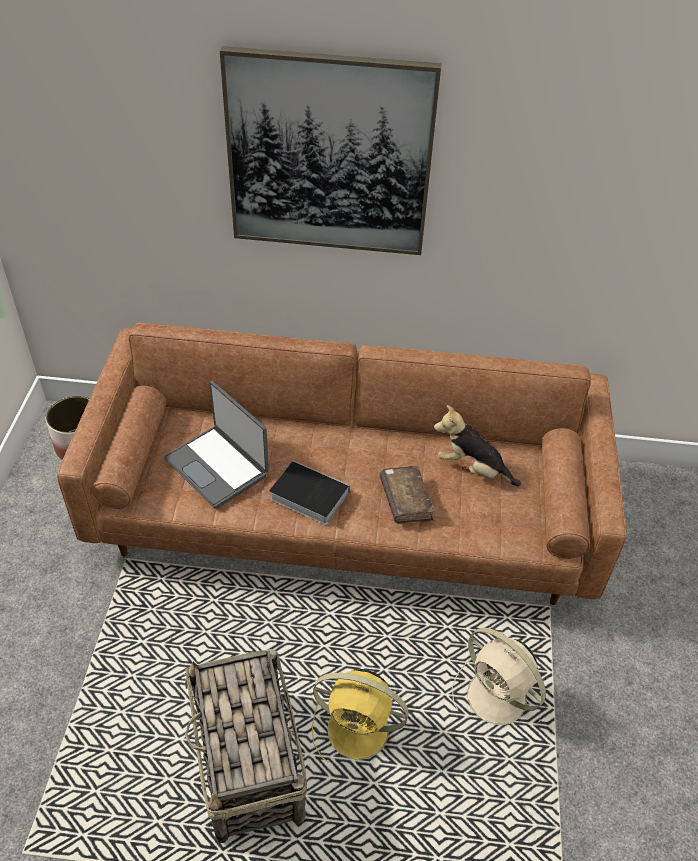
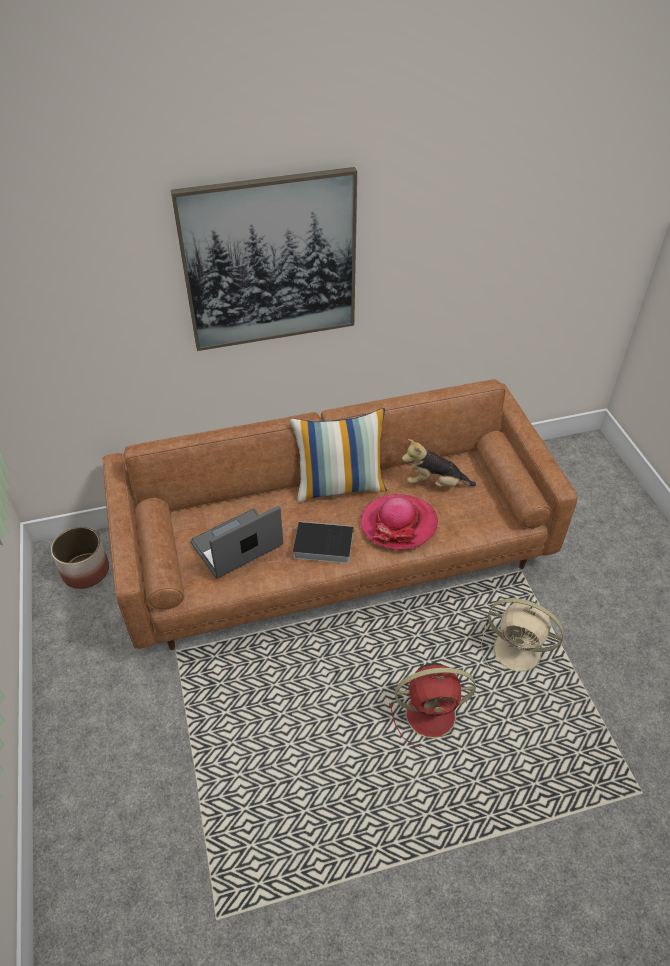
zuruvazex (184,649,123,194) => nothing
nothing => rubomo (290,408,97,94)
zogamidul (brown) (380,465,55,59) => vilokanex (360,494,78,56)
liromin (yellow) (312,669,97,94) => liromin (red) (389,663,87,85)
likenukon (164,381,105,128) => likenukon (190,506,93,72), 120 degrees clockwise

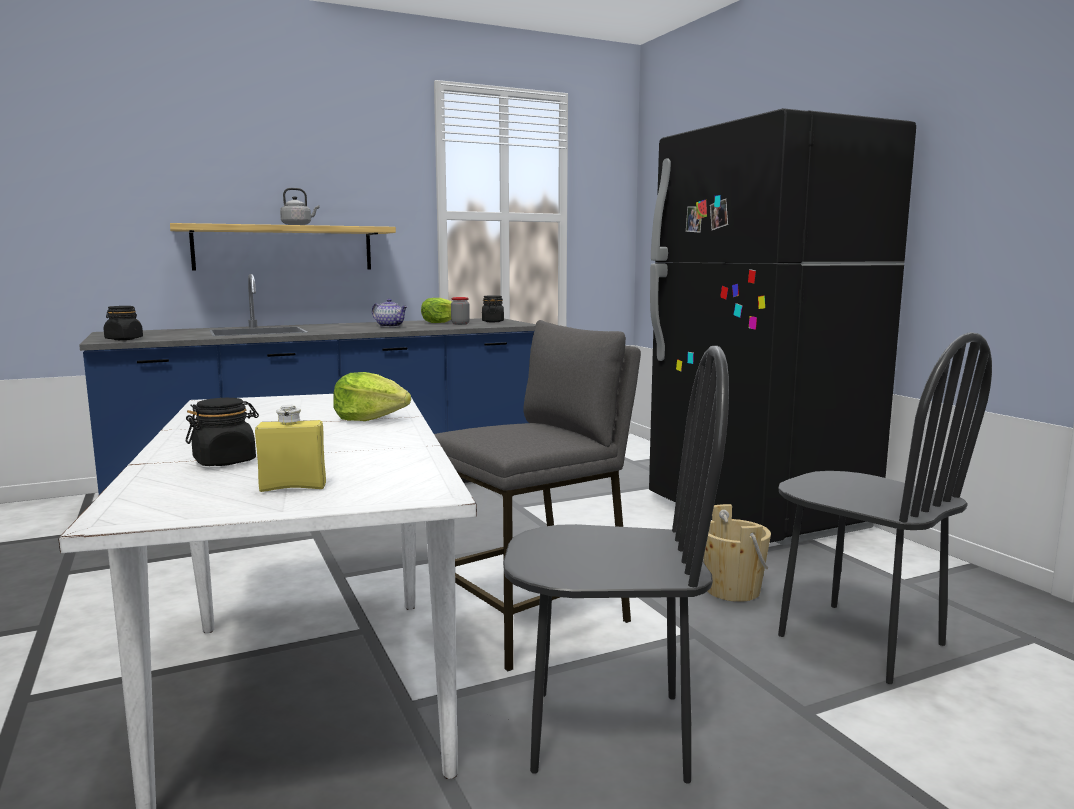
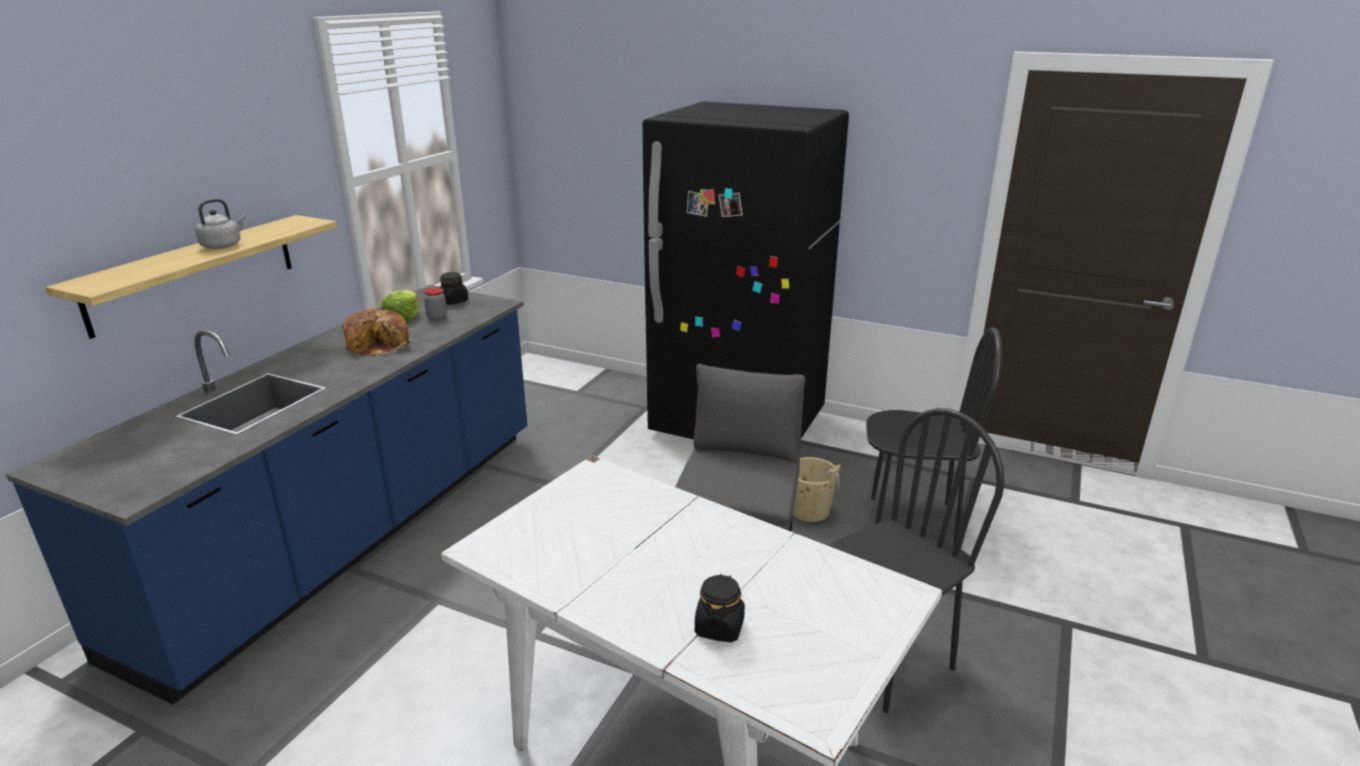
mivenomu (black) (103,306,40,34) => nothing
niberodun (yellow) (255,405,71,87) => nothing
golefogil (333,372,78,49) => nothing
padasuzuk (372,299,35,28) => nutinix (342,308,68,49)

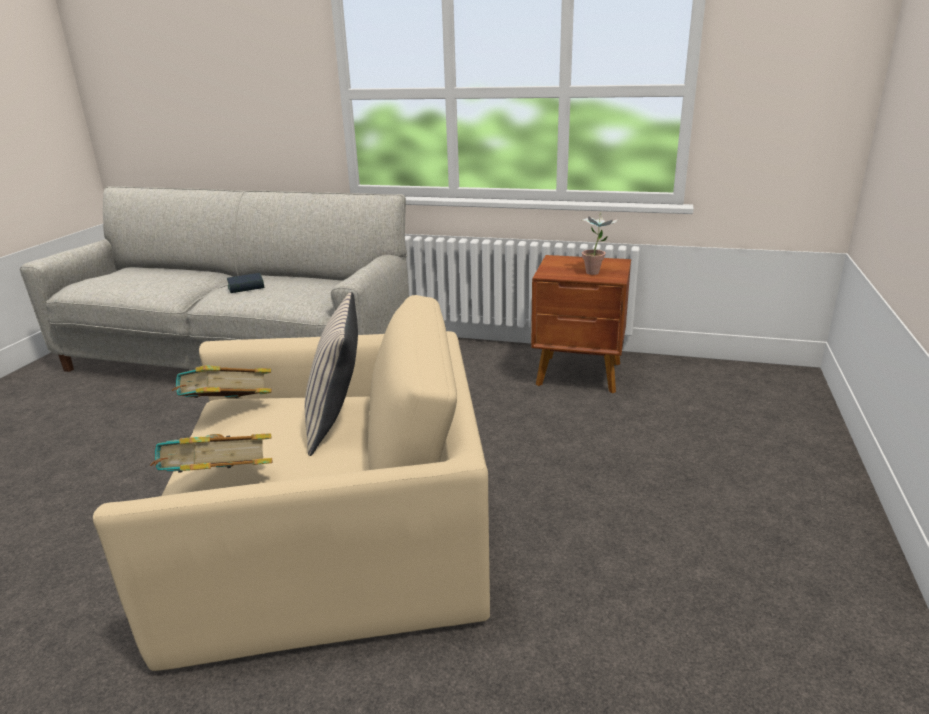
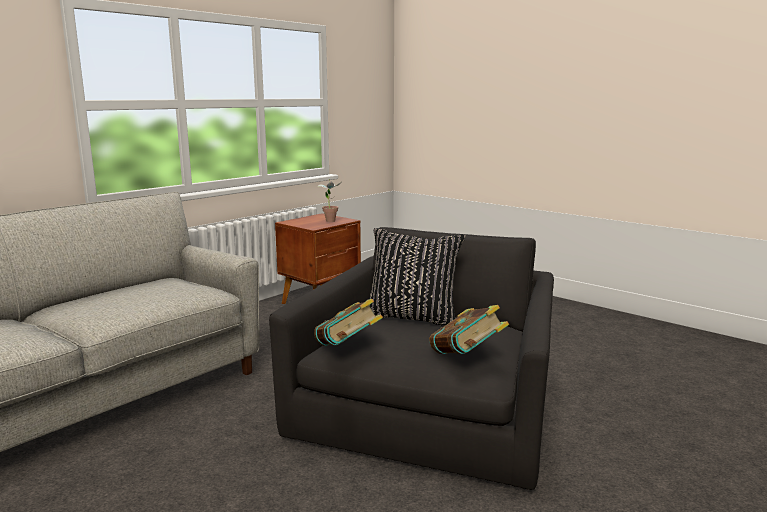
zogamidul (227,273,37,20) => nothing
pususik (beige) (93,295,397,376) => pususik (black) (269,227,285,263)
rubomo (beige) (305,292,53,164) => rubomo (black) (369,228,97,98)

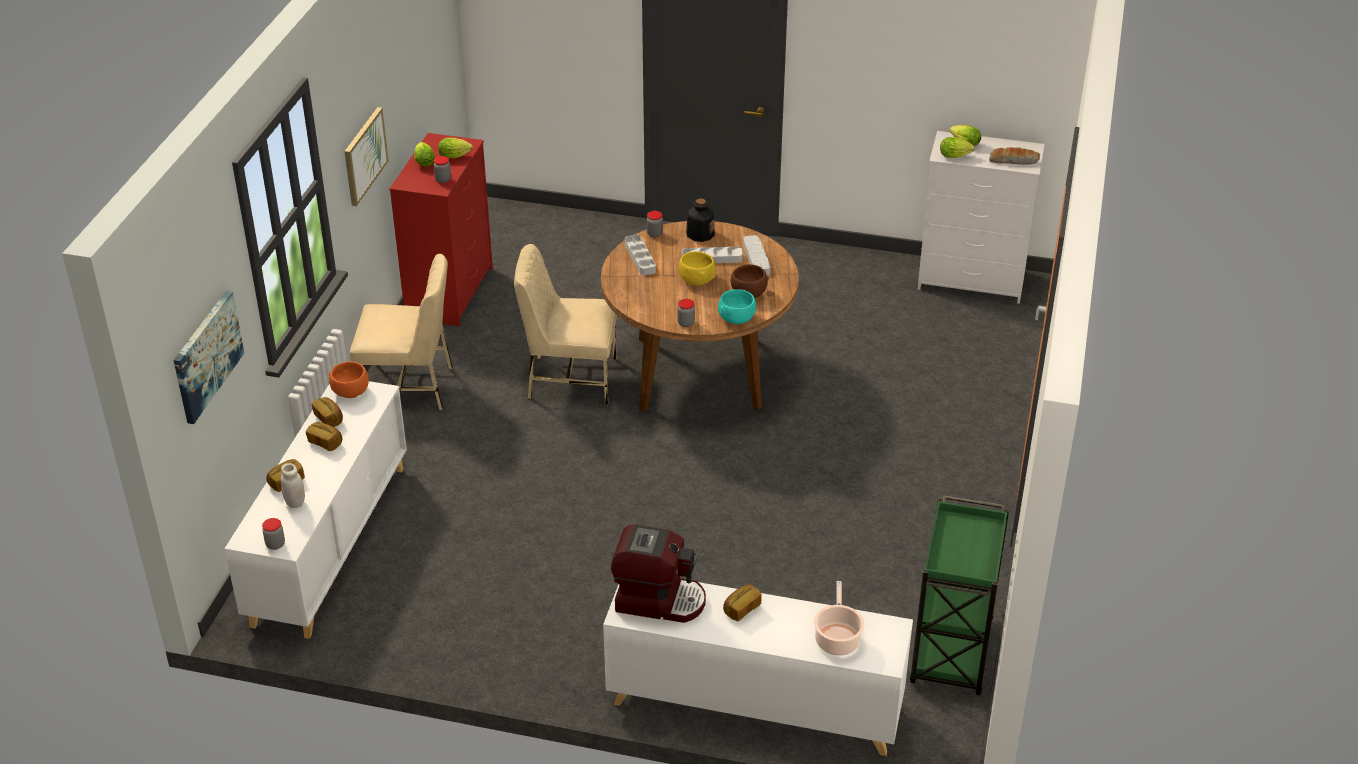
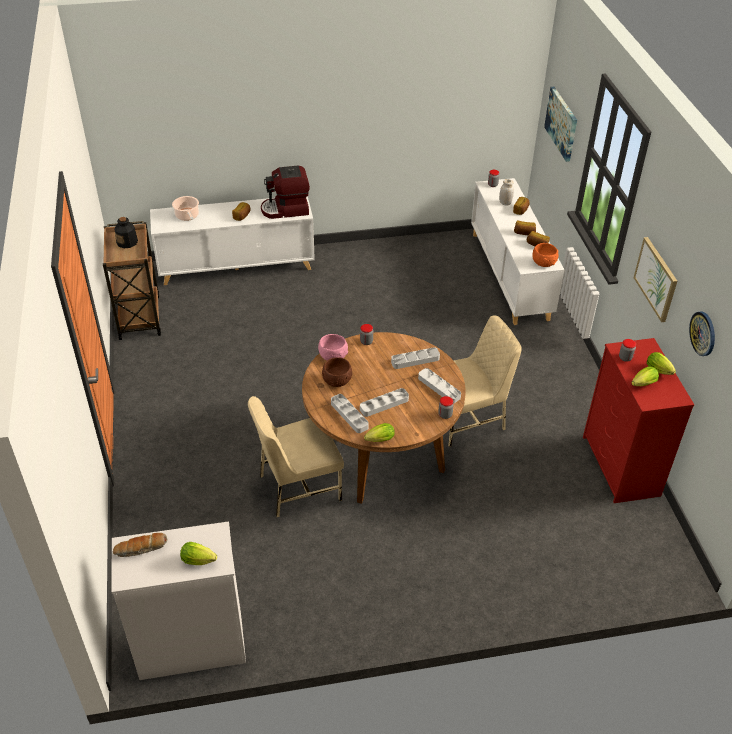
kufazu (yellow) (679,251,37,34) => nothing
nothing => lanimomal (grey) (391,348,49,21)
nothing => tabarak (689,312,26,44)
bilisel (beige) (350,254,103,156) => bilisel (beige) (248,396,96,121), move
niberodun (686,198,29,44) => niberodun (114,217,24,31), move
golefogil (940,137,35,21) => golefogil (364,423,31,19), move
kufazu (turquoise) (718,289,38,35) => kufazu (pink) (318,334,30,27)
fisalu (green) (910,495,99,200) => fisalu (brown) (103,221,58,119)

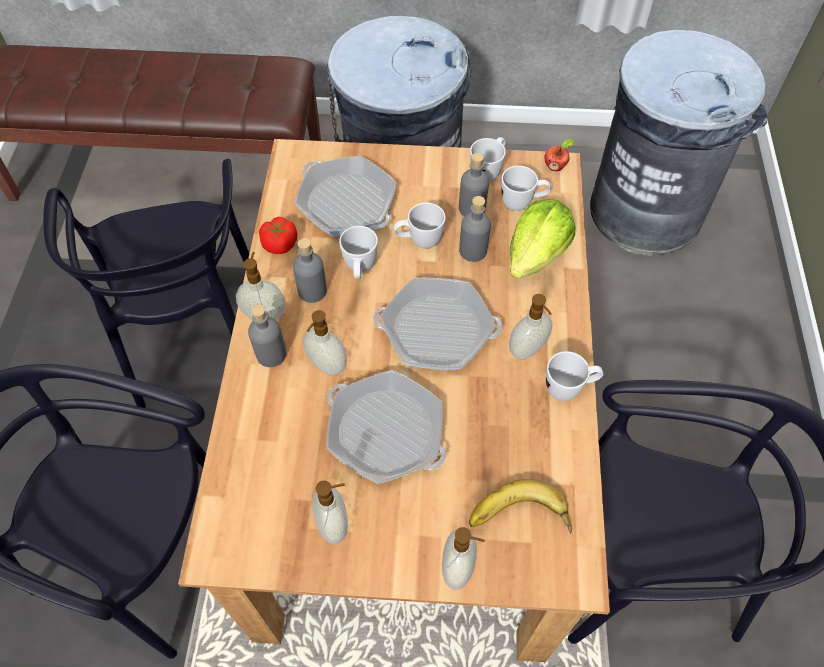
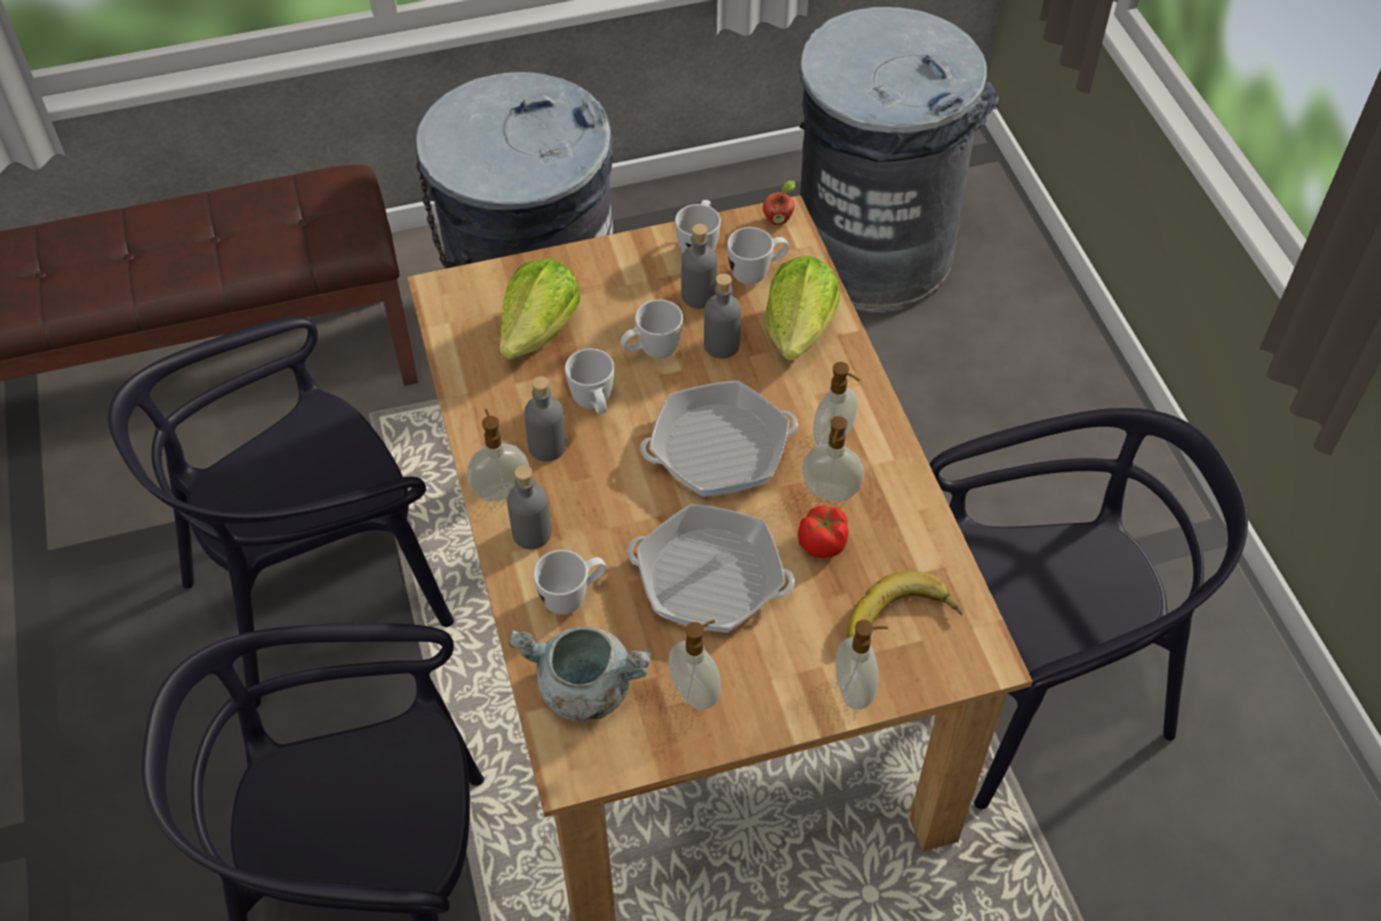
nothing => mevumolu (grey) (508,627,143,95)
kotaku (259,217,38,37) => kotaku (798,505,50,53), move
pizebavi (303,310,44,66) => pizebavi (802,416,62,86), move
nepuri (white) (546,351,57,50) => nepuri (white) (533,550,73,65), move
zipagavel (294,156,102,81) => golefogil (499,259,82,100)
bilisel (black) (43,159,206,249) => bilisel (black) (108,316,346,392), 90 degrees clockwise

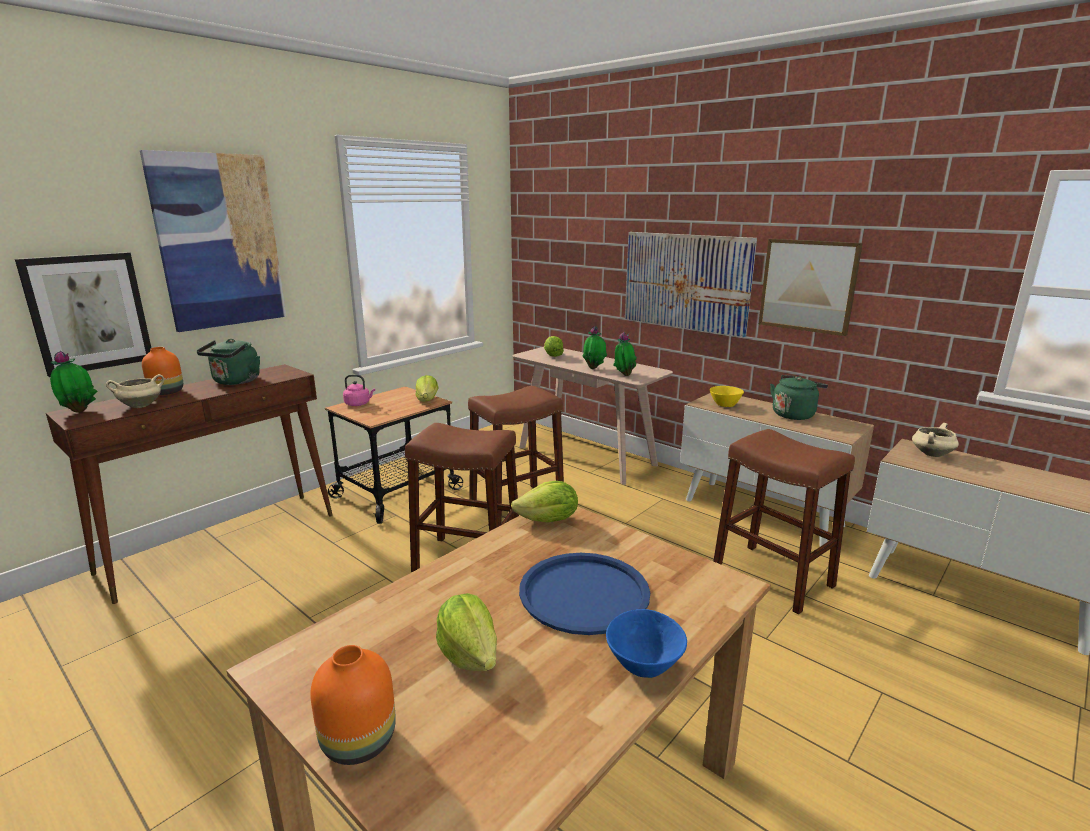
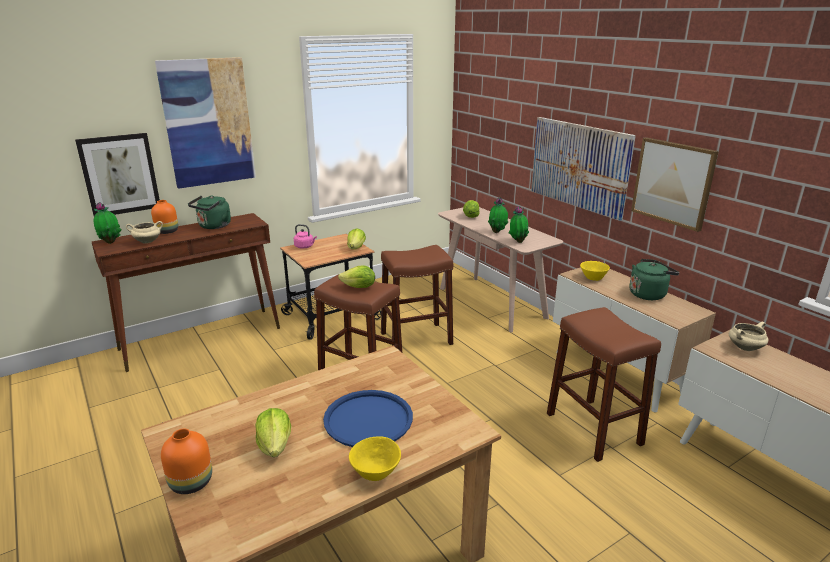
golefogil (511,481,67,41) => golefogil (338,266,37,22), move
kufazu (blue) (606,609,81,69) => kufazu (yellow) (349,436,52,45)

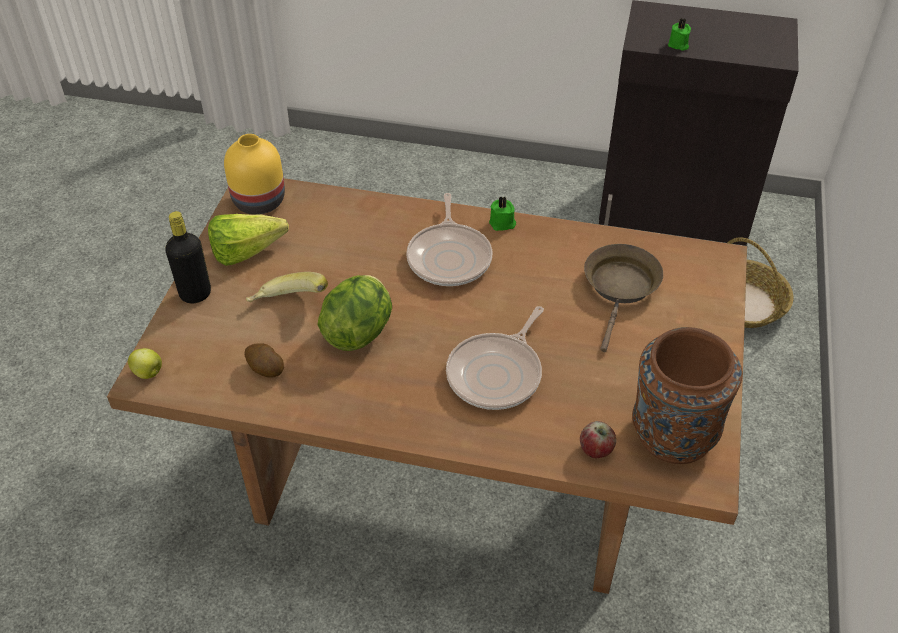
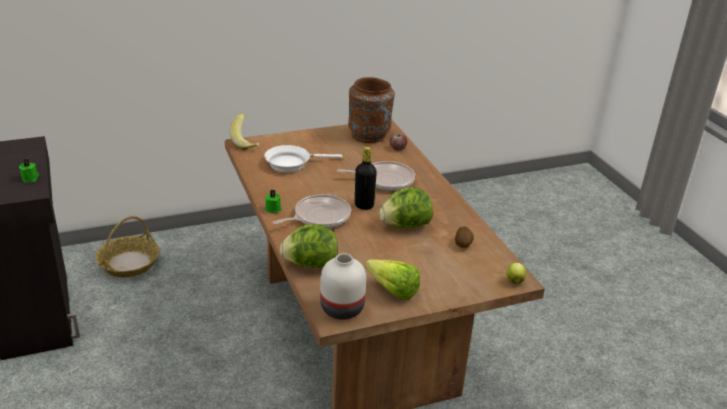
nothing => golefogil (280,224,58,44)
niberodun (black) (165,211,46,92) => niberodun (black) (355,147,22,63), move
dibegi (246,272,82,30) => dibegi (229,114,30,36), move
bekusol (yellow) (224,134,61,81) => bekusol (white) (320,253,46,67)
zipagavel (brown) (584,244,79,108) => zipagavel (white) (264,145,78,27)

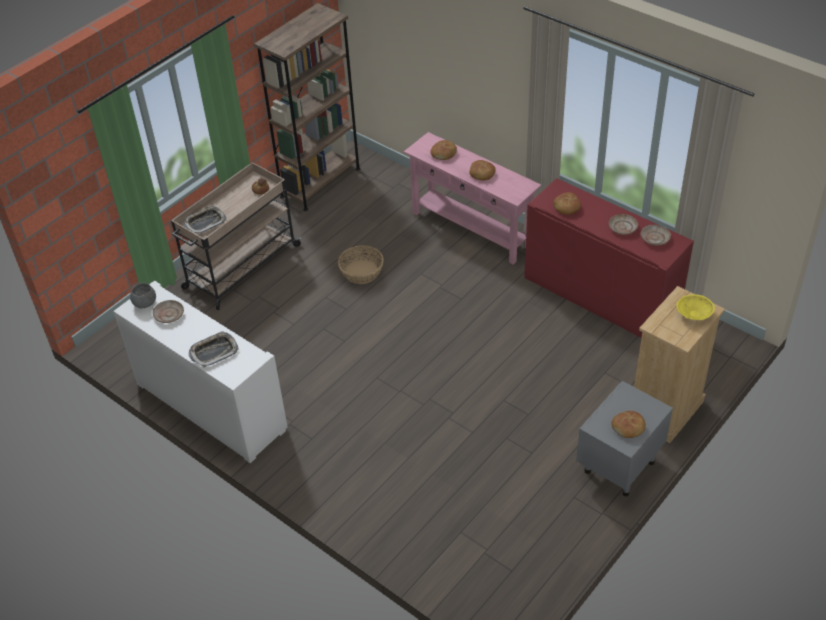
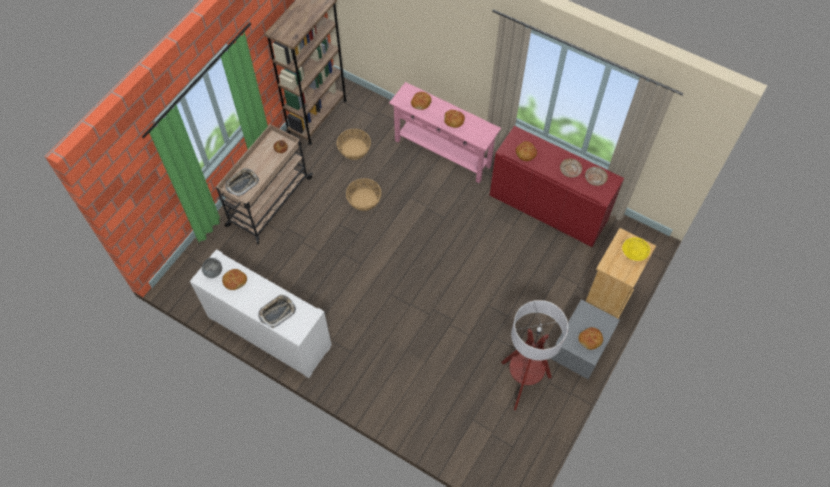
nothing => zuruvazex (337,129,34,31)
nothing => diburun (501,300,67,111)
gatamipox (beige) (152,300,32,23) => nutinix (222,269,25,21)

